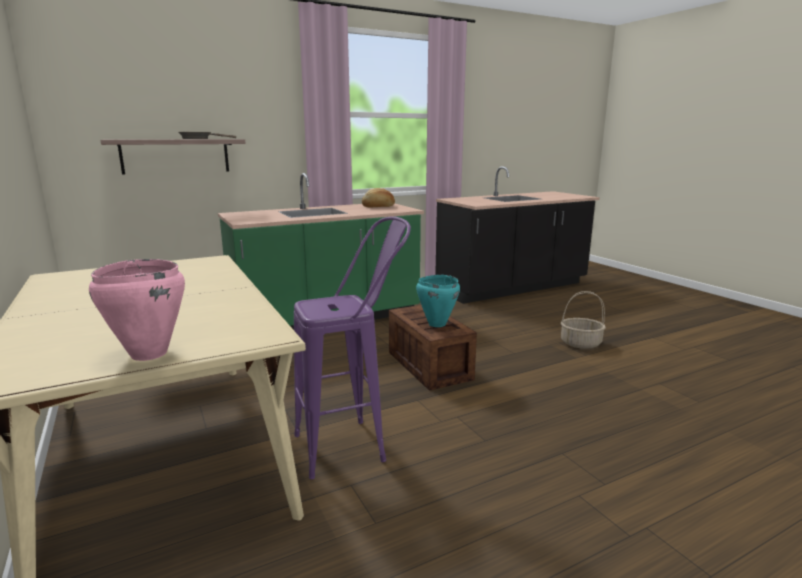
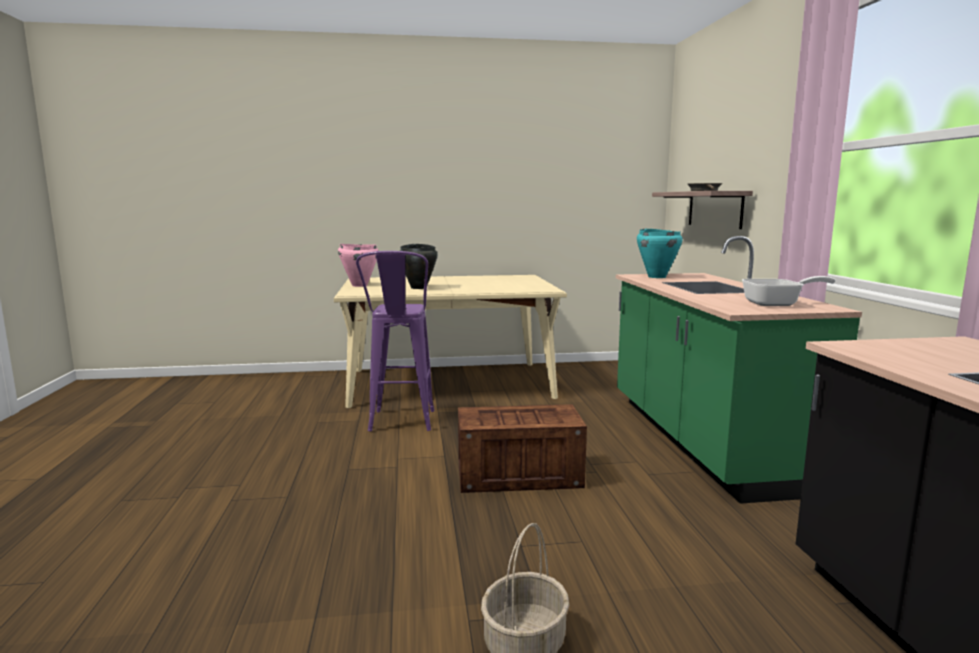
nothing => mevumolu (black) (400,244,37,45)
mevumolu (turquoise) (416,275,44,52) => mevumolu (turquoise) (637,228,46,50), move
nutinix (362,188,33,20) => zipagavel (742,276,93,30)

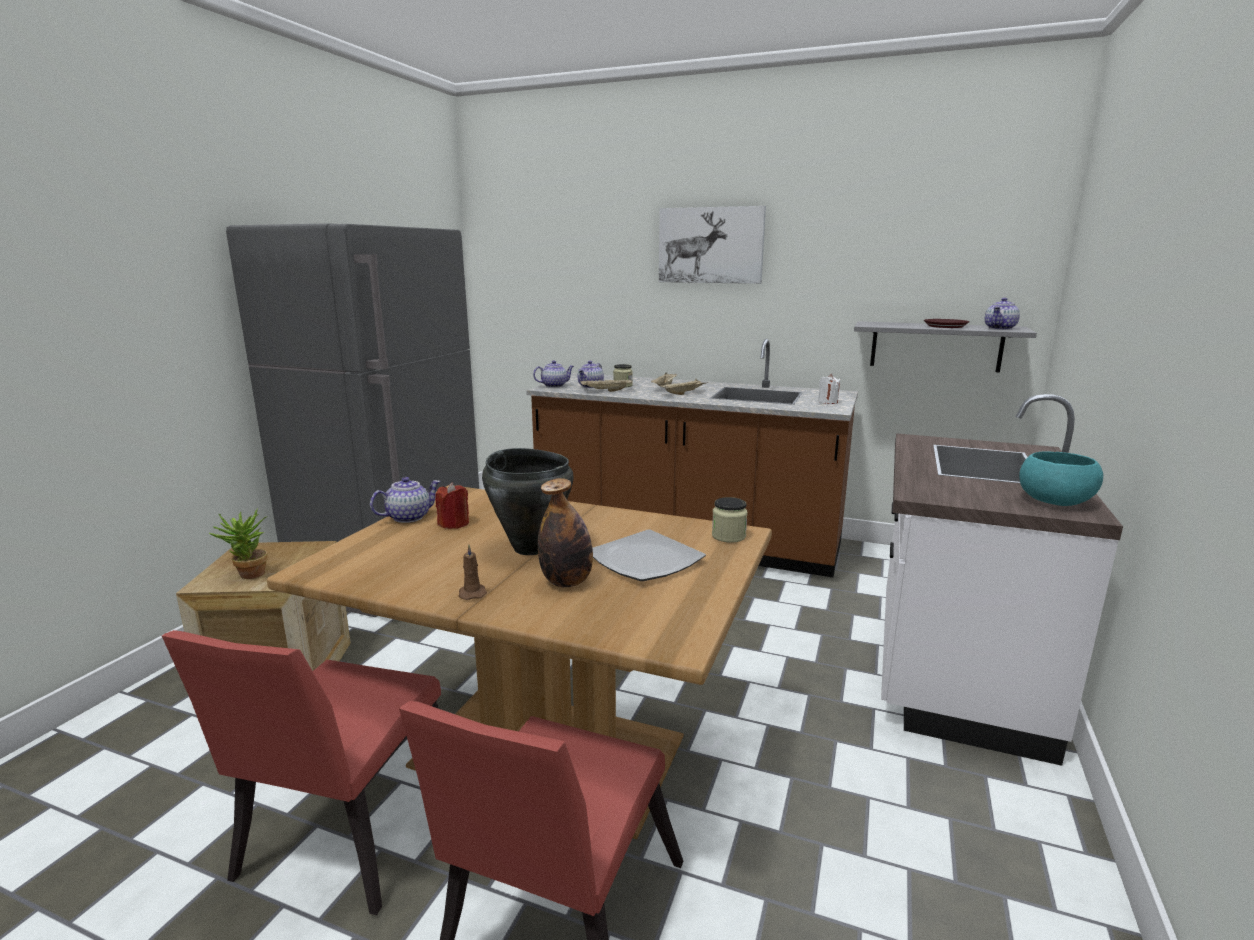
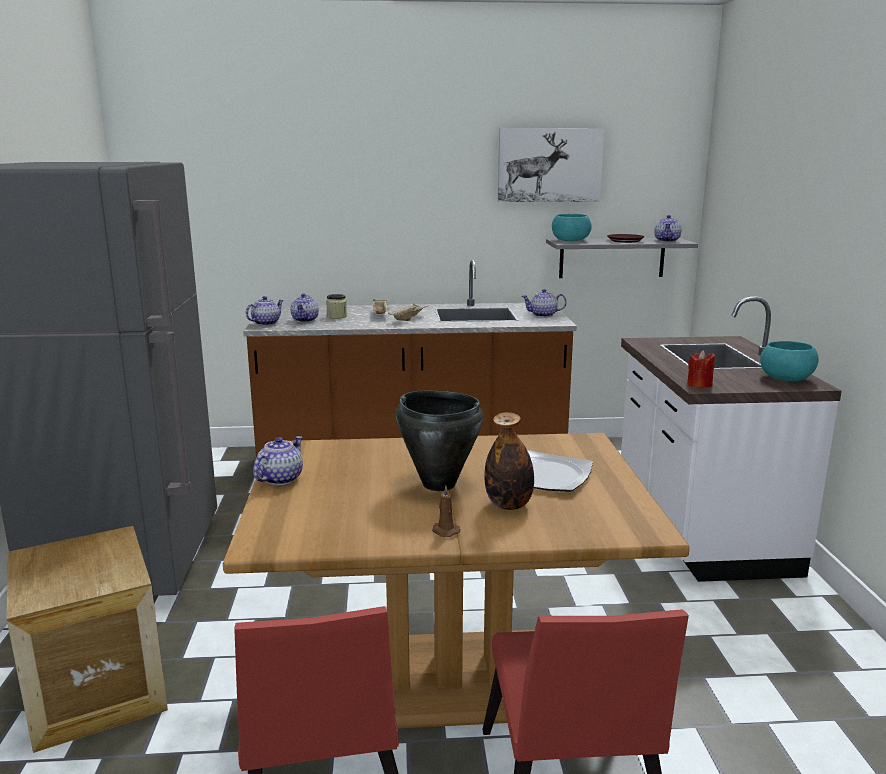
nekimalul (209,508,59,71) => nothing
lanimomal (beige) (580,378,53,14) => nothing
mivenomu (712,497,36,46) => nothing
nothing => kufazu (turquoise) (552,214,40,27)
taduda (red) (435,482,34,47) => taduda (red) (687,350,28,38), move
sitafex (659,206,107,78) => sitafex (498,128,107,74), move
taduda (white) (818,374,23,30) => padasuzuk (522,289,45,28)

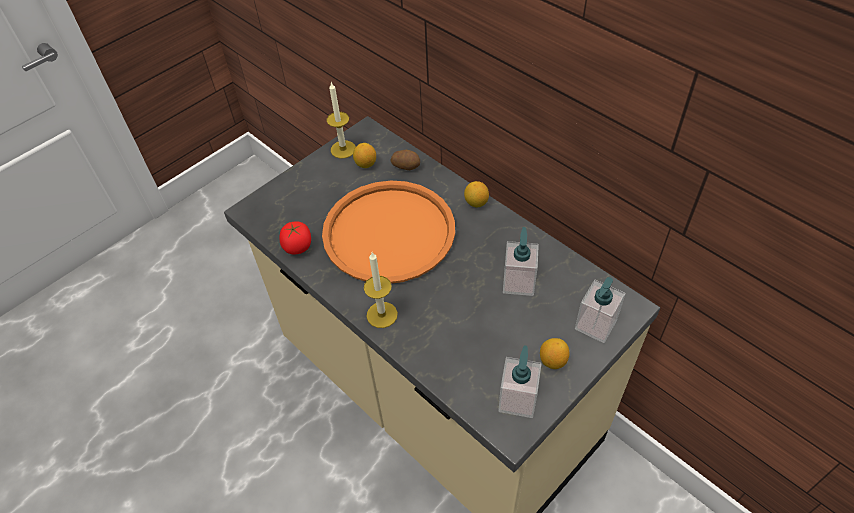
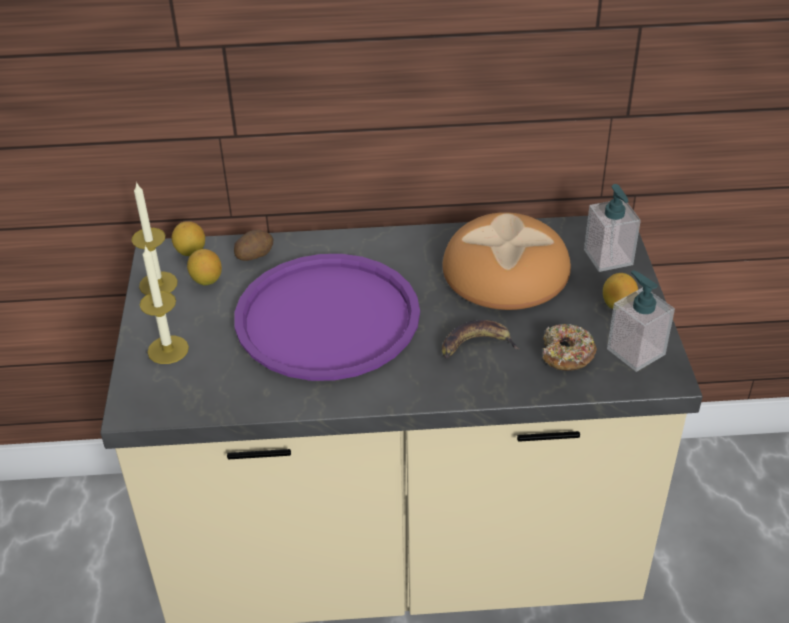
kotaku (279,222,32,32) => nothing
nothing => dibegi (442,320,78,38)
nothing => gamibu (542,324,55,47)
taduda (364,252,34,76) => taduda (140,245,49,119), move
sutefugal (464,181,25,27) => sutefugal (172,221,33,35), move
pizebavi (503,227,36,69) => nutinix (443,212,128,98)
lanimomal (orange) (322,181,133,103) => lanimomal (purple) (234,254,186,127)

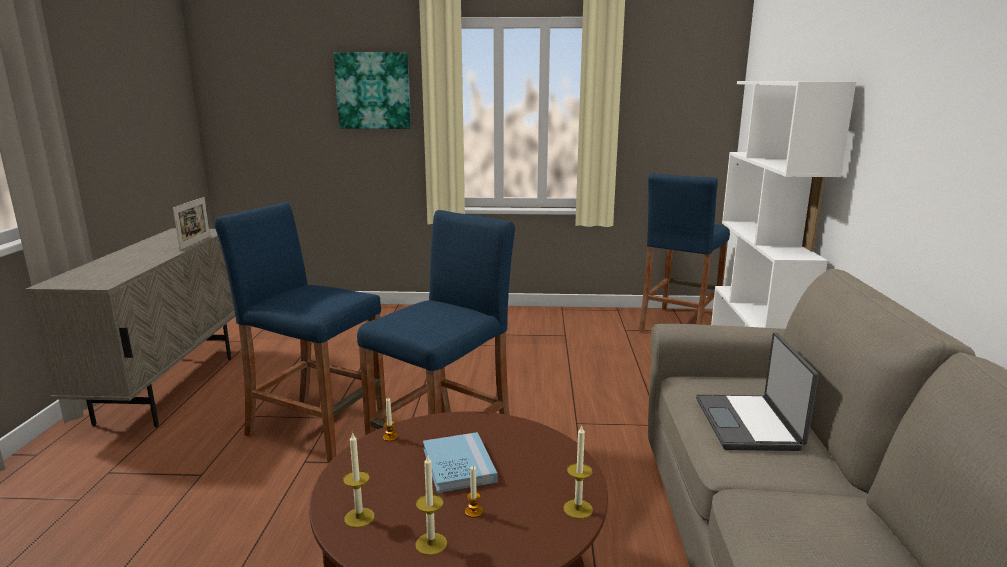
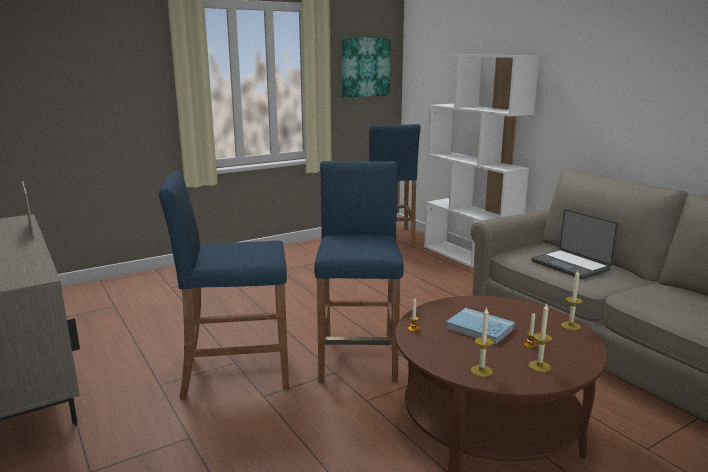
sitafex (334,52,77,77) => sitafex (342,38,49,60), move

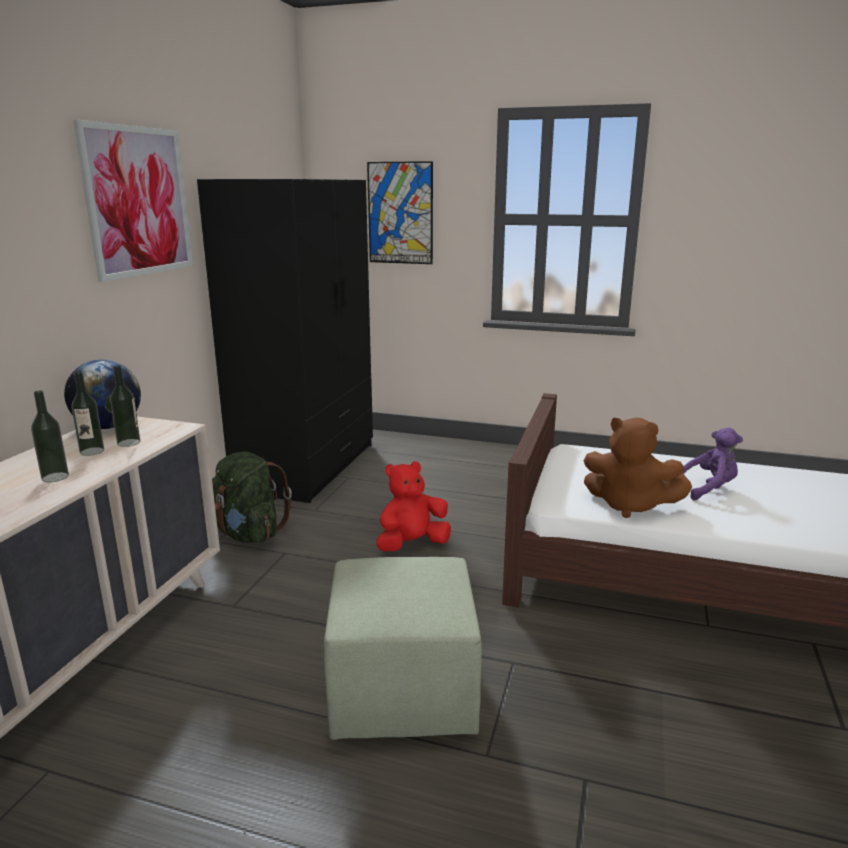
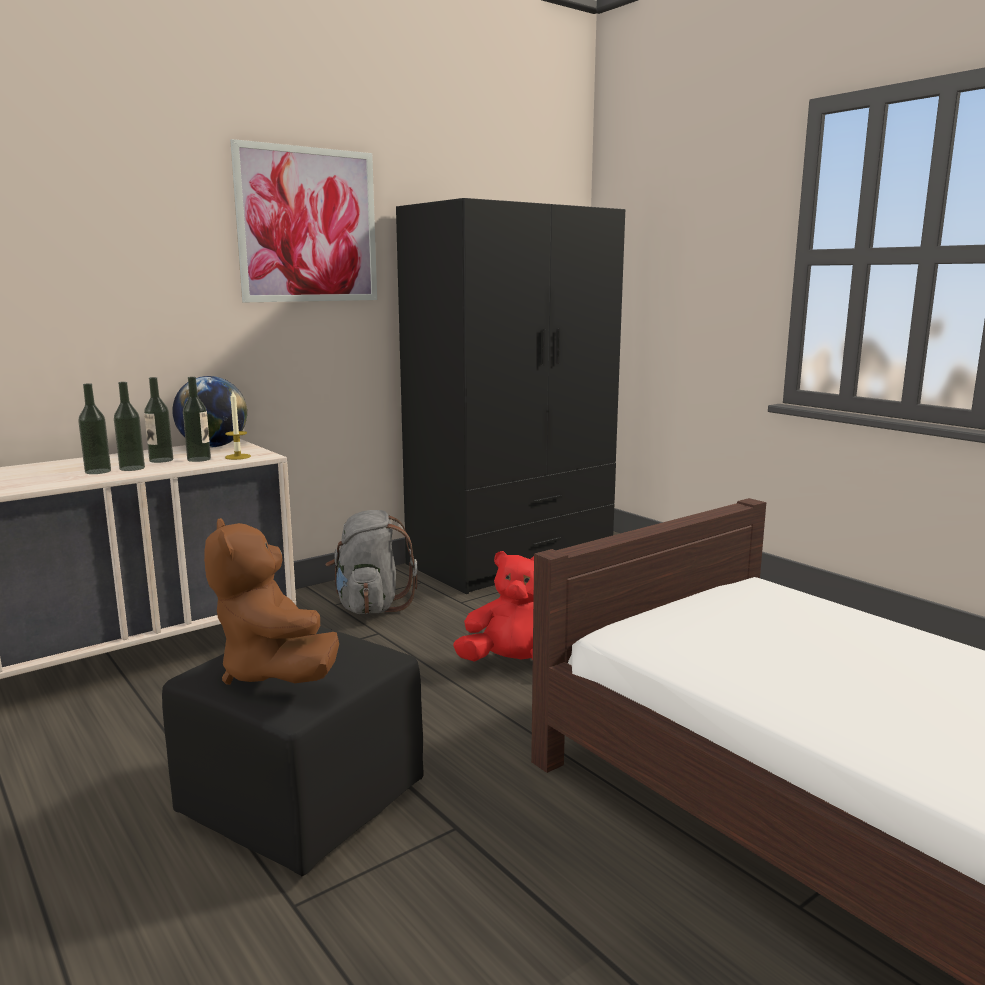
sitafex (367,161,66,103) => nothing
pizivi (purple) (683,427,60,73) => nothing
nothing => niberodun (114,382,31,89)
nothing => taduda (225,391,26,69)
pizivi (brown) (584,418,108,100) => pizivi (brown) (204,518,135,167), move
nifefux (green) (213,451,79,92) => nifefux (grey) (325,510,92,104)
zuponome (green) (324,557,158,183) => zuponome (black) (162,627,262,249)

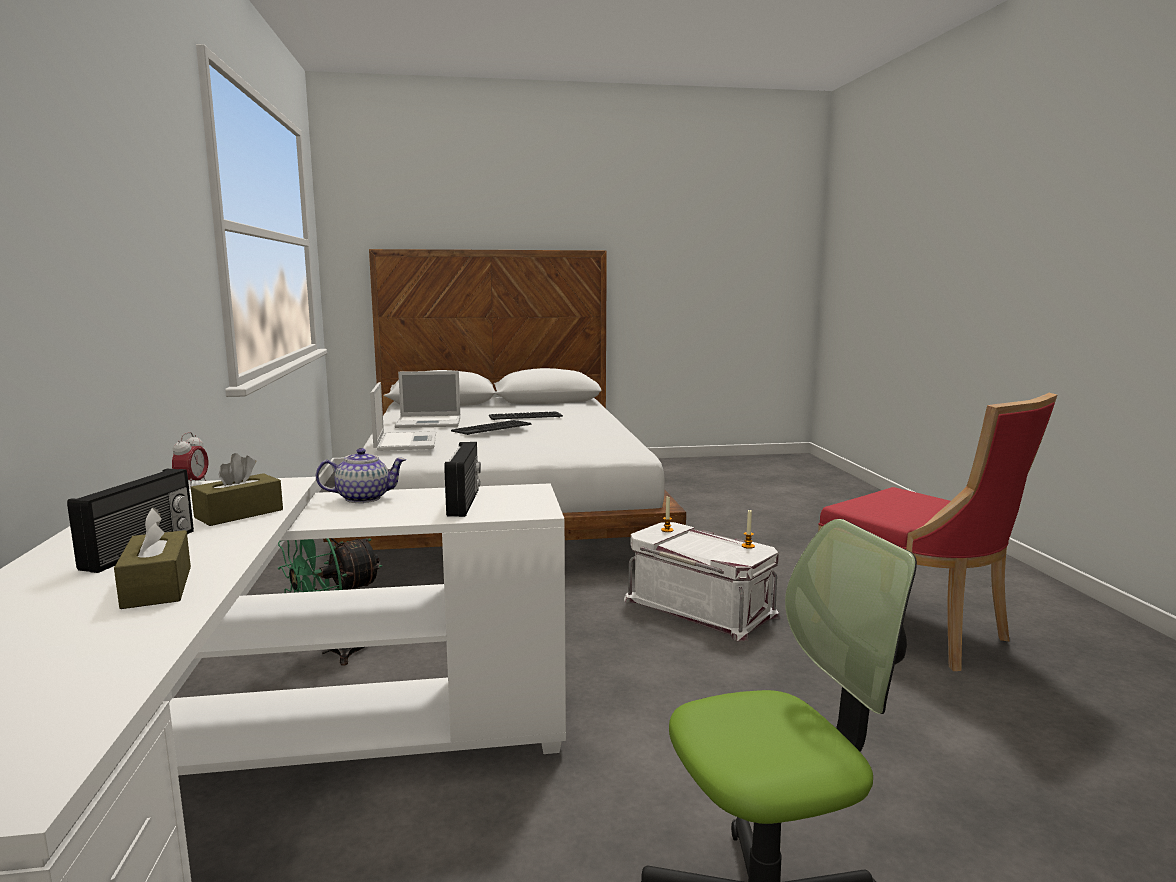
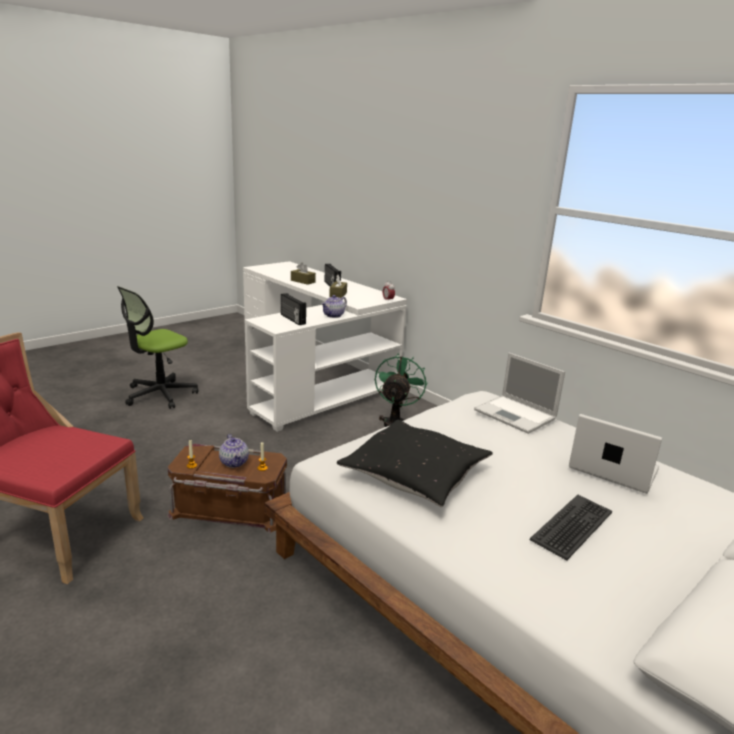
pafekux (451,420,80,15) => nothing
nothing => padasuzuk (219,434,30,34)
nothing => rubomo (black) (337,420,156,87)
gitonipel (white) (624,522,157,119) => gitonipel (brown) (167,444,120,89)
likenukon (395,371,65,57) => likenukon (569,414,93,80), 75 degrees clockwise

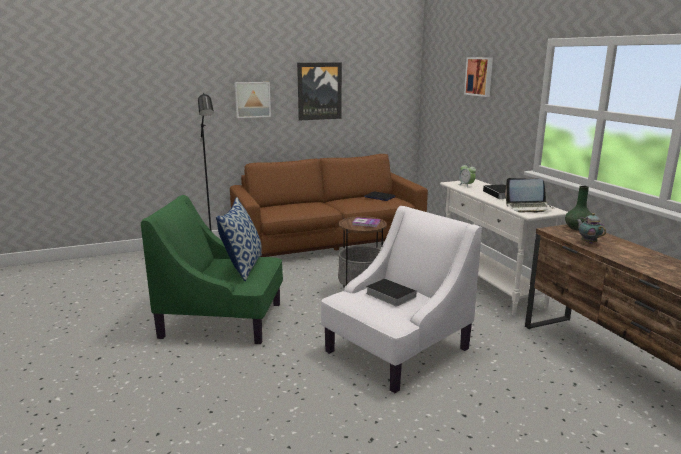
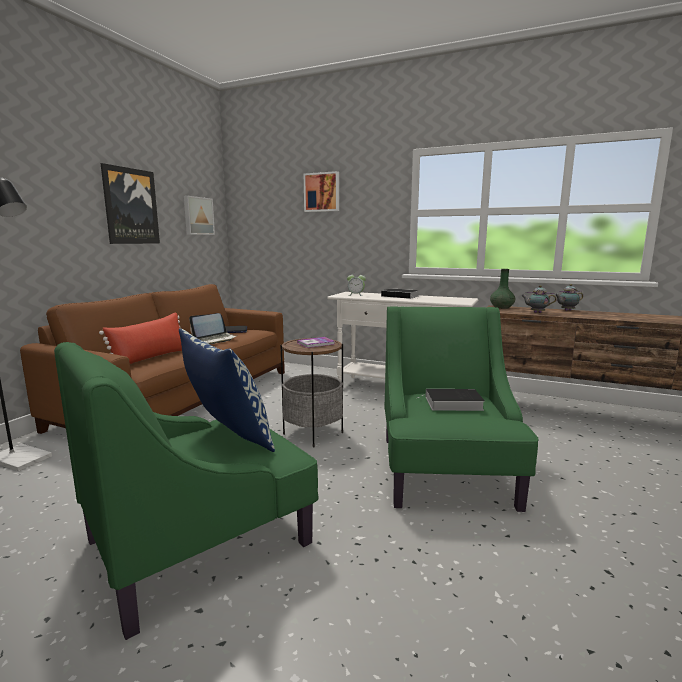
nothing => rubomo (red) (99,312,83,52)
nothing => padasuzuk (555,284,28,27)
sitafex (234,82,37,36) => sitafex (184,196,31,39), move
likenukon (505,178,48,35) => likenukon (189,313,49,31), move
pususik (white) (321,206,161,187) => pususik (green) (384,306,154,206)

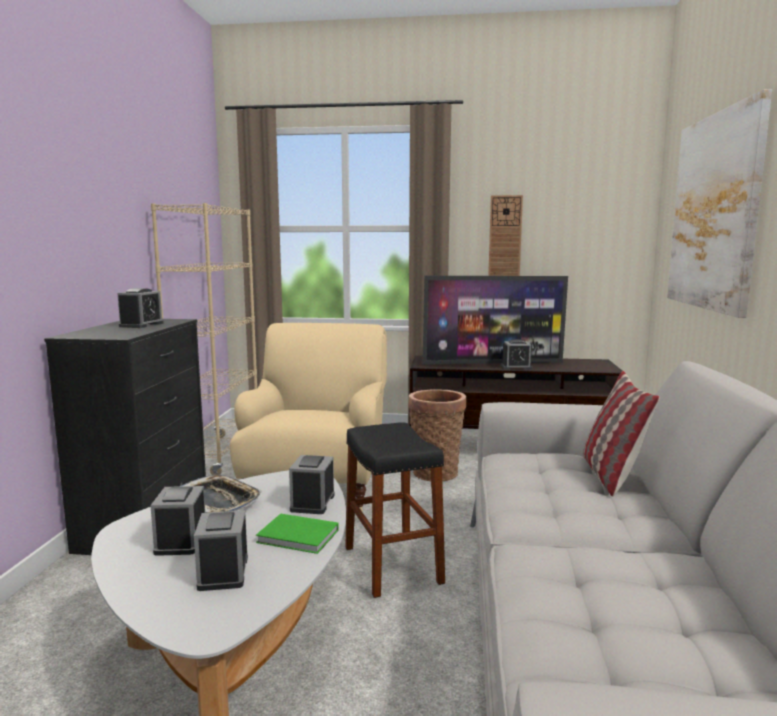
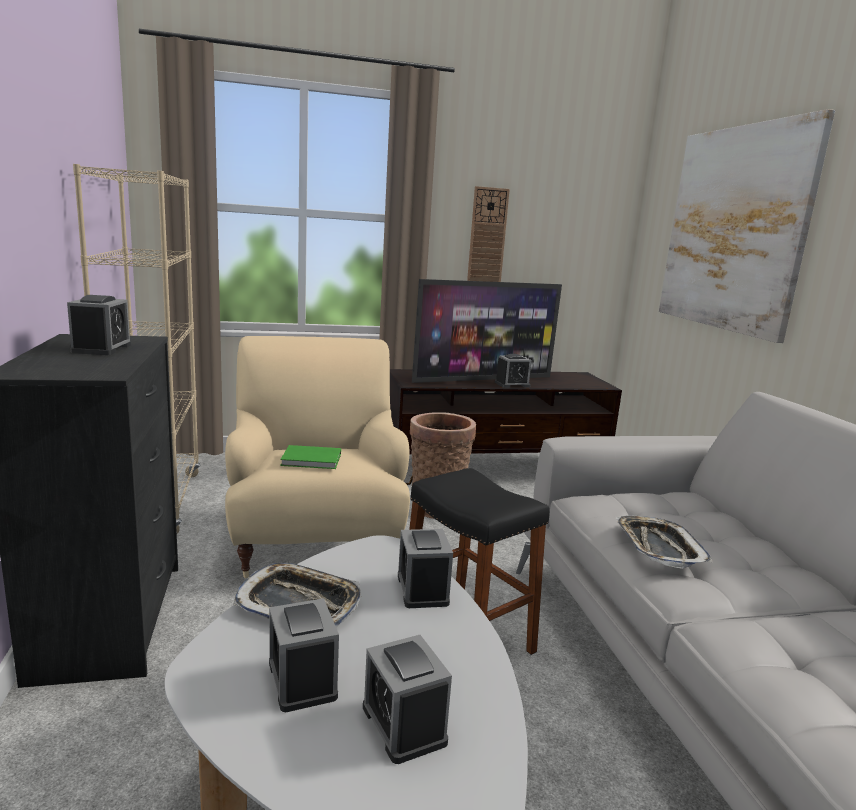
rubomo (583,371,77,126) => nothing
nothing => lanimomal (616,515,97,54)
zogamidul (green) (256,514,83,40) => zogamidul (green) (280,445,61,24), move

